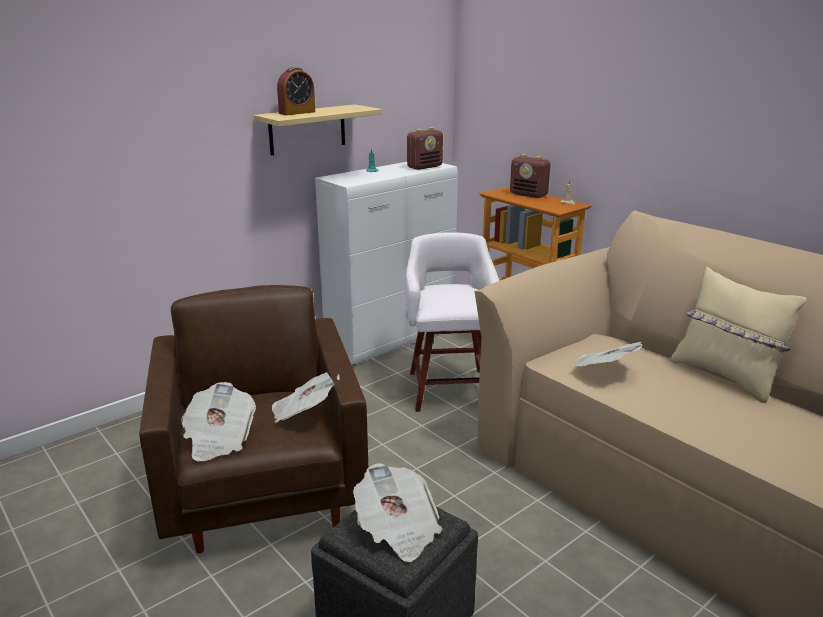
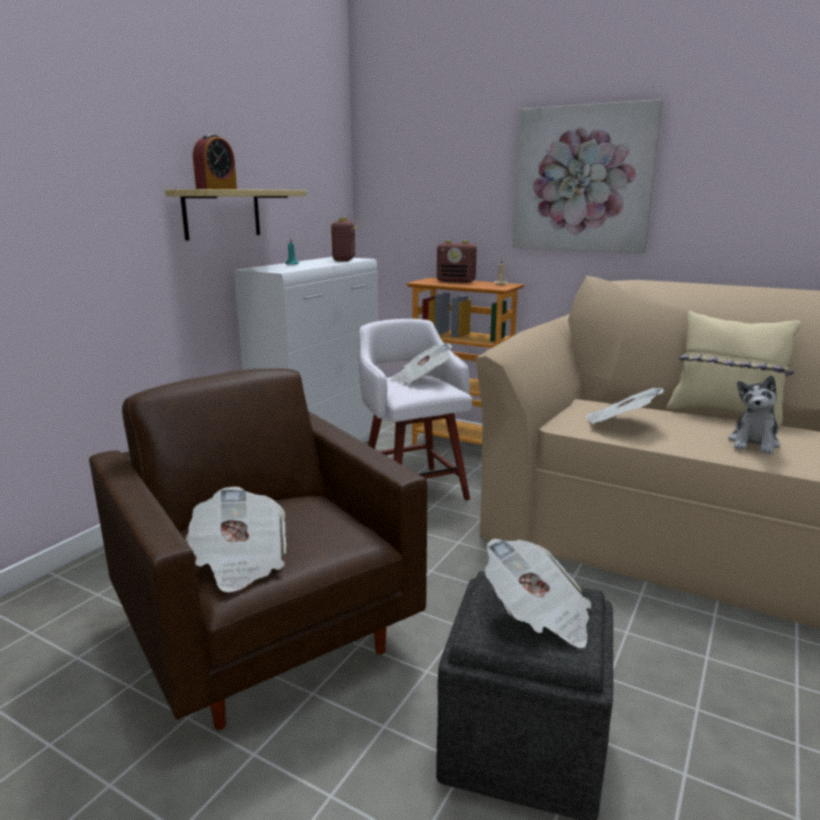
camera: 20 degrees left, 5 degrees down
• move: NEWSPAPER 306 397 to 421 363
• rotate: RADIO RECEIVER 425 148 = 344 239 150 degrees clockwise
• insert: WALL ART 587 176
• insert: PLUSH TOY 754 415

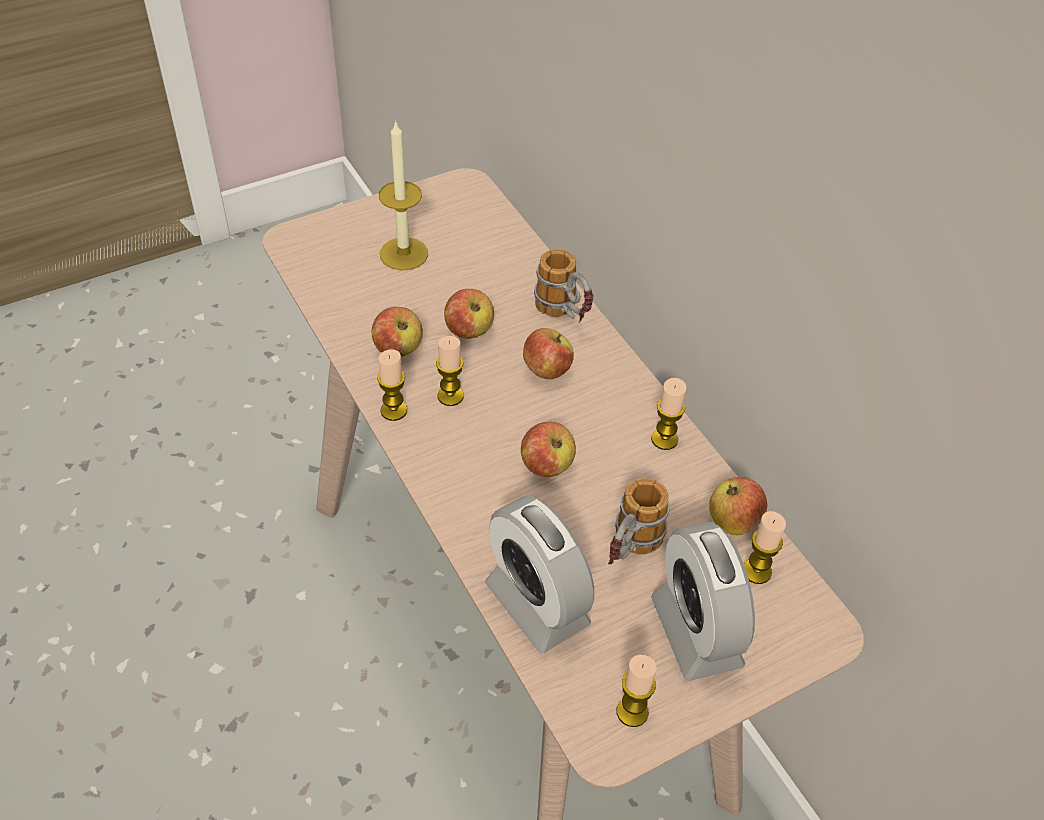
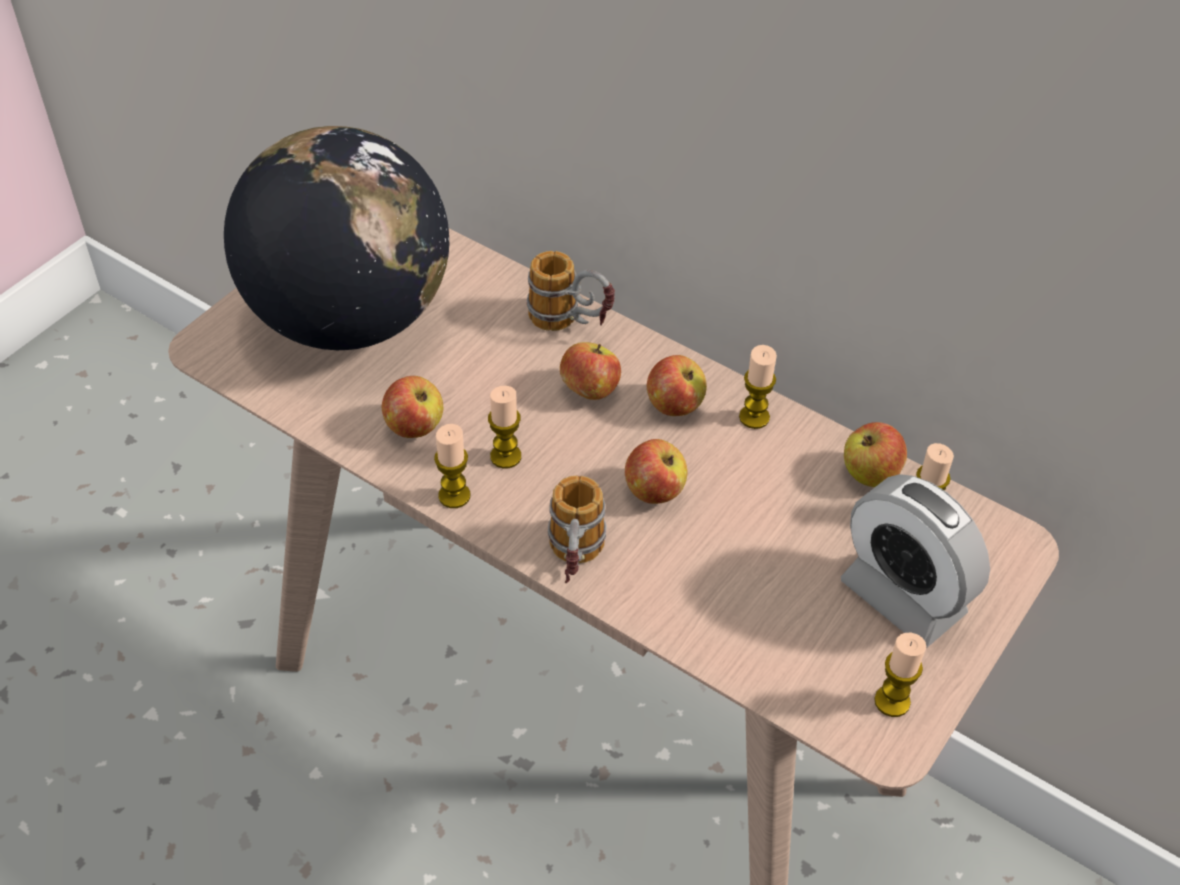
camera: 25 degrees left, 0 degrees up
• replace: WAX LIGHT 403 195 to DESK GLOBE 336 238
• move: WHOLE APPLE 469 314 to 677 385
• delete: TABLE CLOCK 539 574
• move: COFFEE MUG 639 521 to 577 529

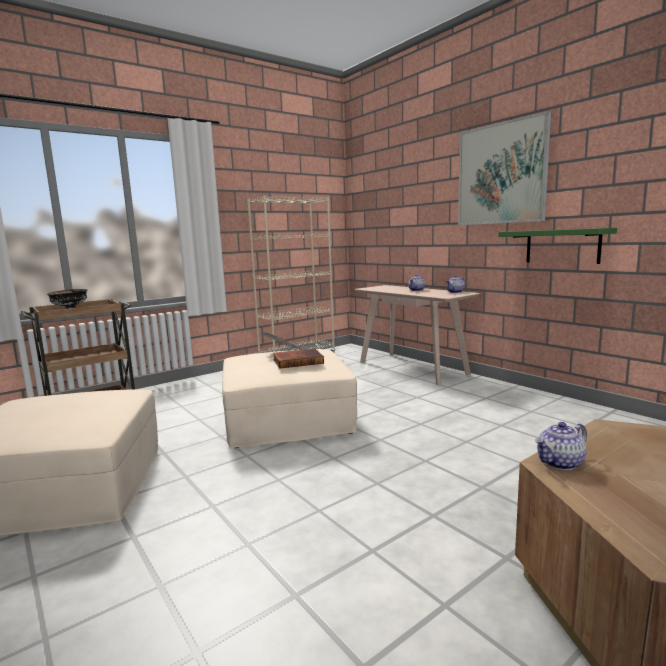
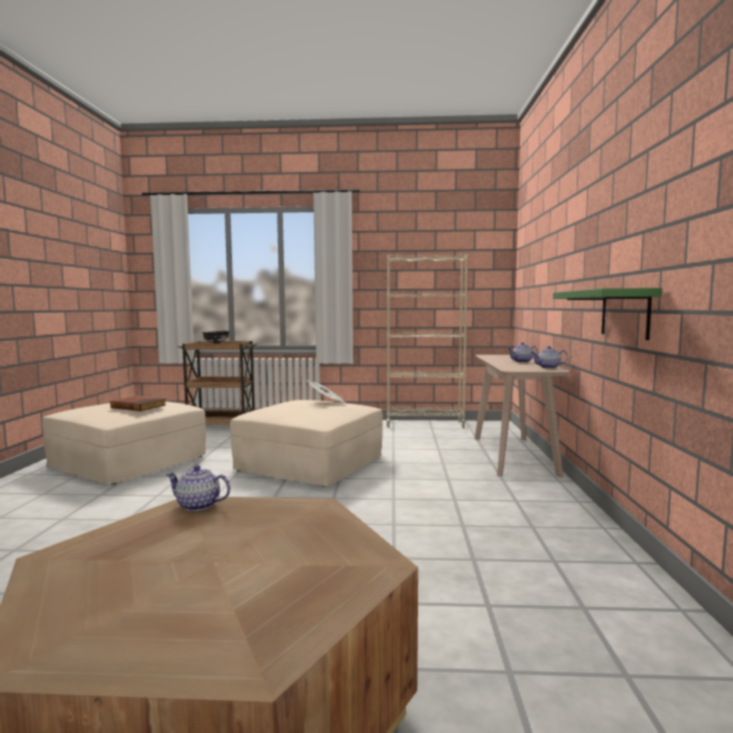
camera: 40 degrees right, 5 degrees down
• move: VOLUME 298 358 to 137 403
• delete: WALL ART 504 168

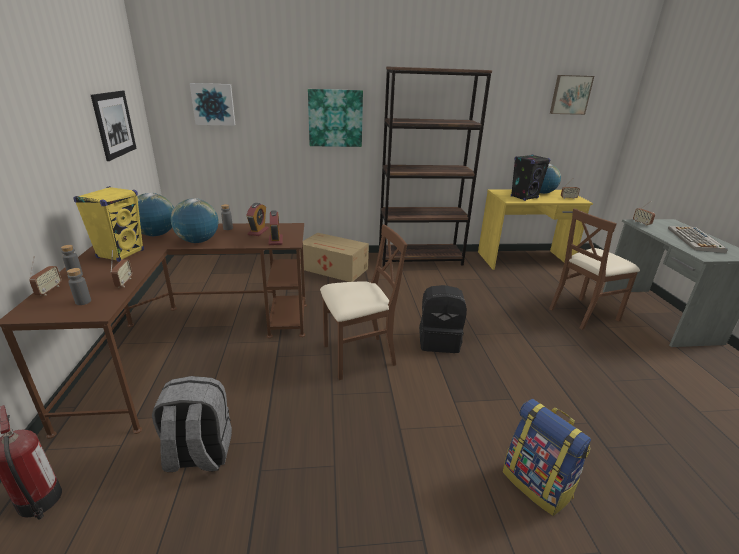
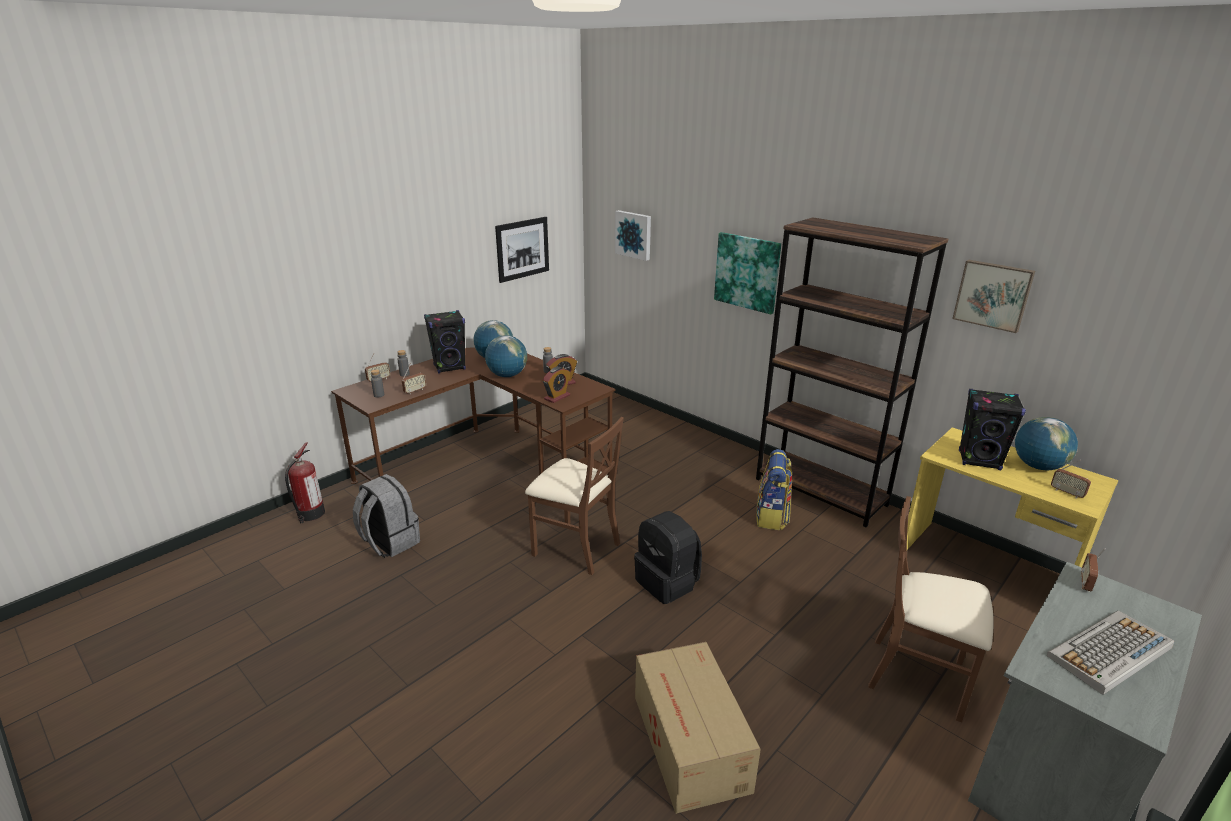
camera: 50 degrees right, 0 degrees up
• recolor: YELLOW SPEAKER 108 224 to BLACKISH SPEAKER 445 341
• move: CARTON 334 257 to 698 728
• move: KNAPSACK 547 457 to 774 489
• move: WALL ART 572 95 to 993 296

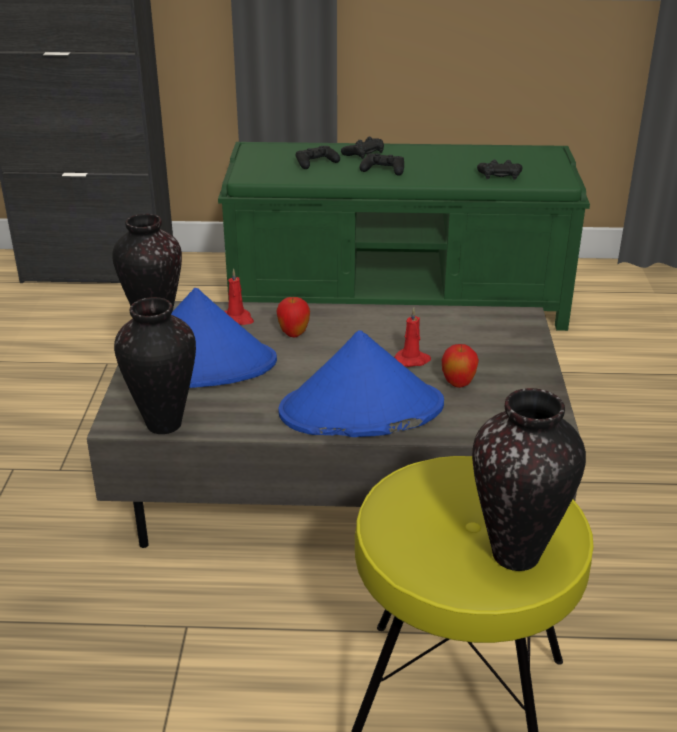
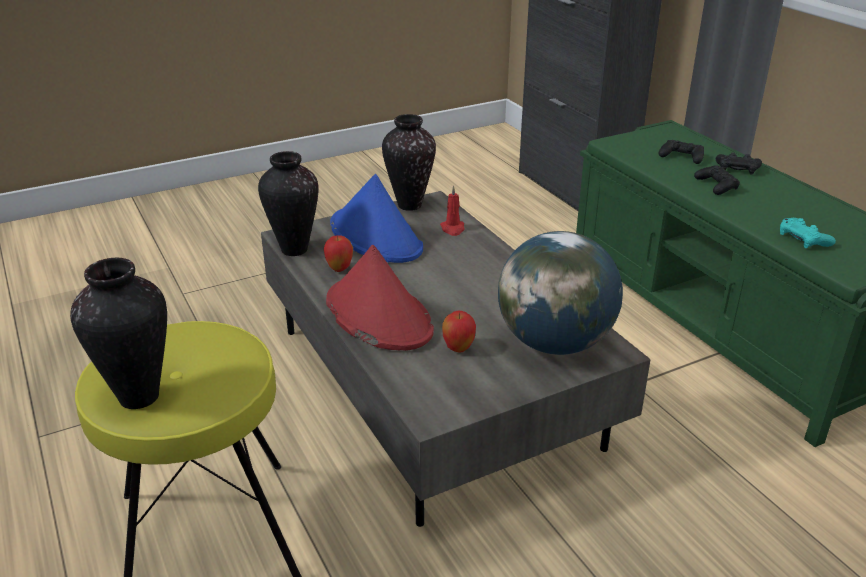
camera: 60 degrees right, 0 degrees up
• move: WHOLE APPLE 293 317 to 338 253
• recolor: BLUE-COLOURED HAT 361 383 to RED HAT 380 298
• delete: RED WAX LIGHT 412 337
• recolor: BLACKISH GAMEPAD 500 170 to BLUE-GREEN GAMEPAD 808 233
• insert: DESK GLOBE 560 293

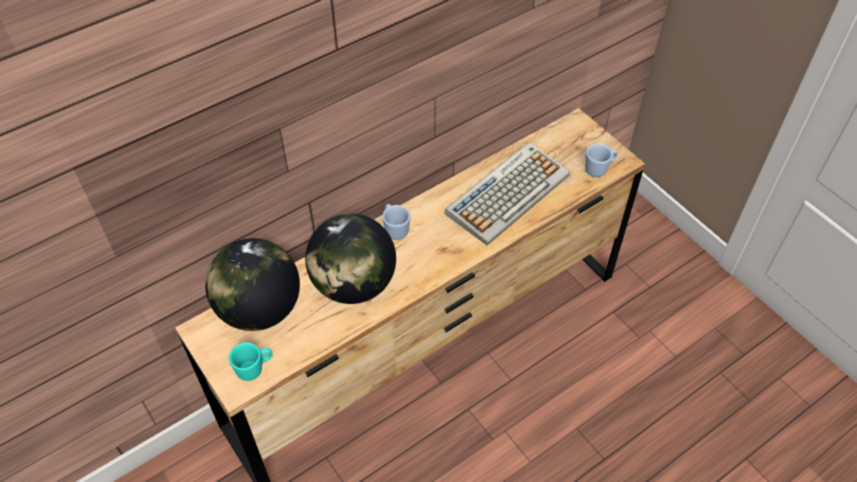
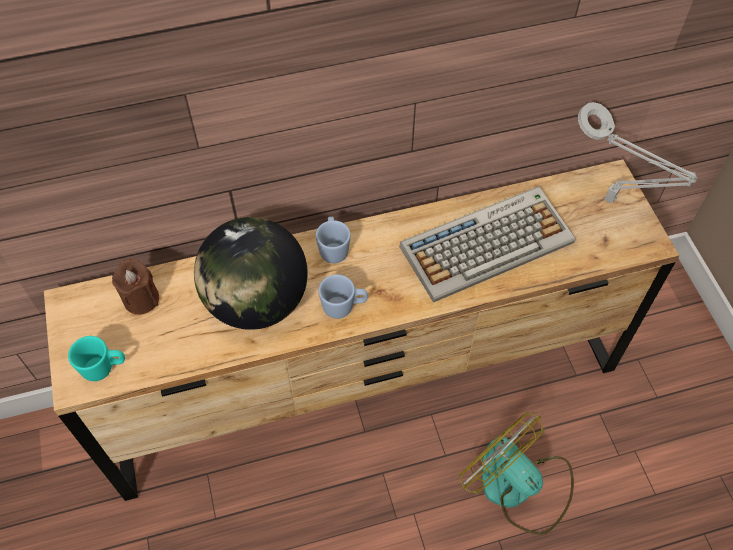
camera: 20 degrees right, 5 degrees up
• replace: DESK GLOBE 252 284 to BROWNISH WAX LIGHT 135 287
• move: BLUE-COLOURED COFFEE MUG 601 160 to 343 297
• insert: FAN 516 473
• insert: GREY TABLETOP LAMP 638 153

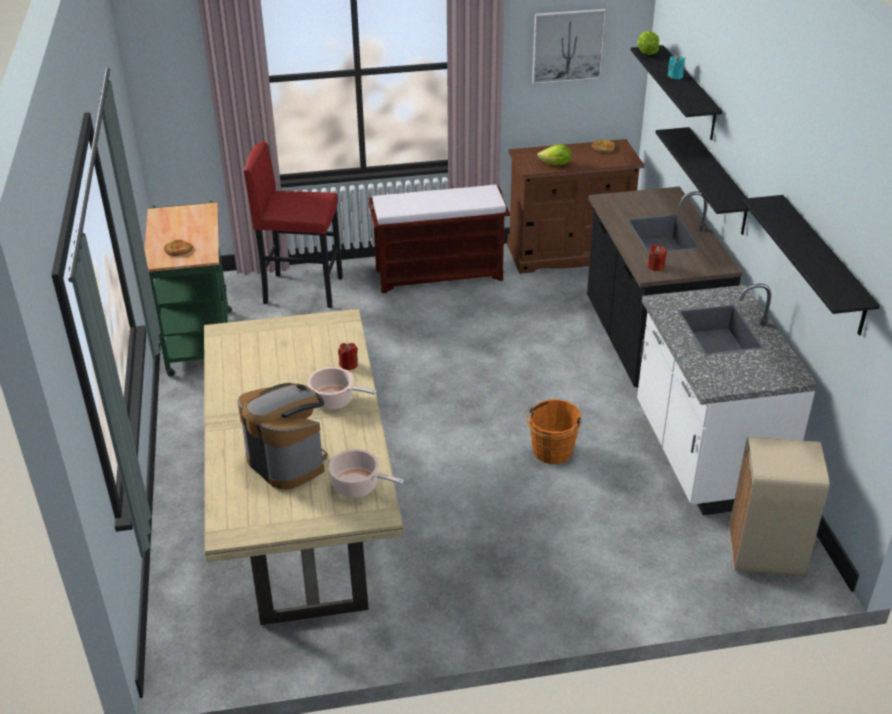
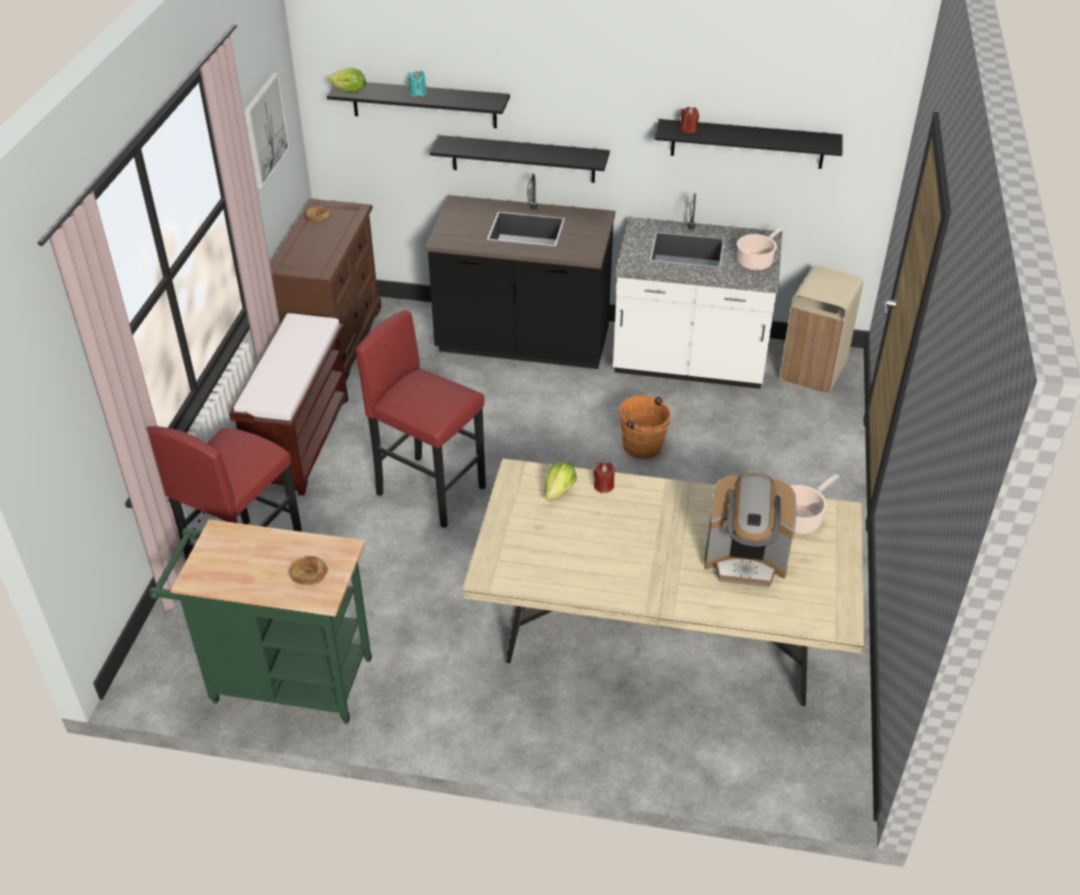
camera: 70 degrees left, 5 degrees up
• rotate: COFFEE BREWER 283 436 = 751 529 150 degrees counterclockwise
• move: SAUCEPOT 342 388 to 761 248
• move: LETTUCE HEAD 554 155 to 561 480
• move: RED WAX LIGHT 657 257 to 689 120
• insert: RED STOOL 421 419

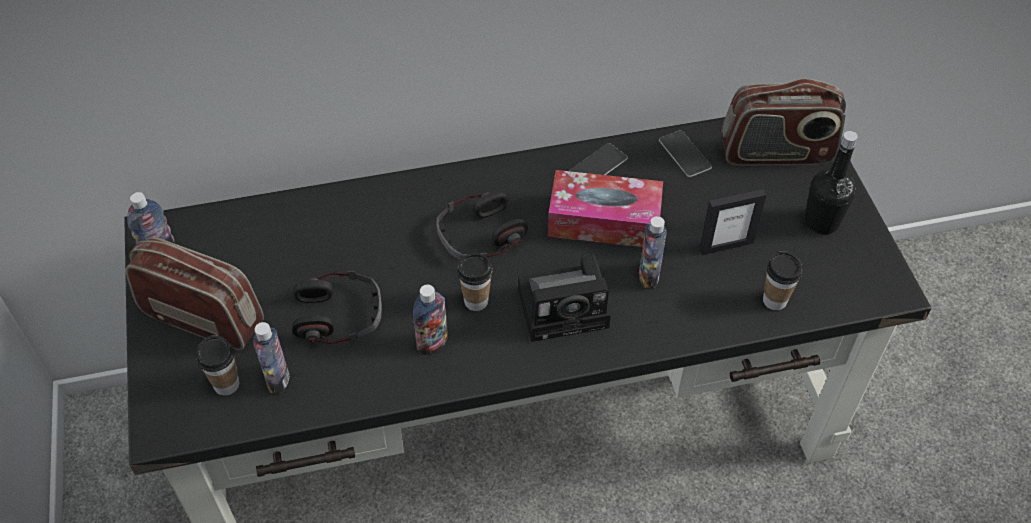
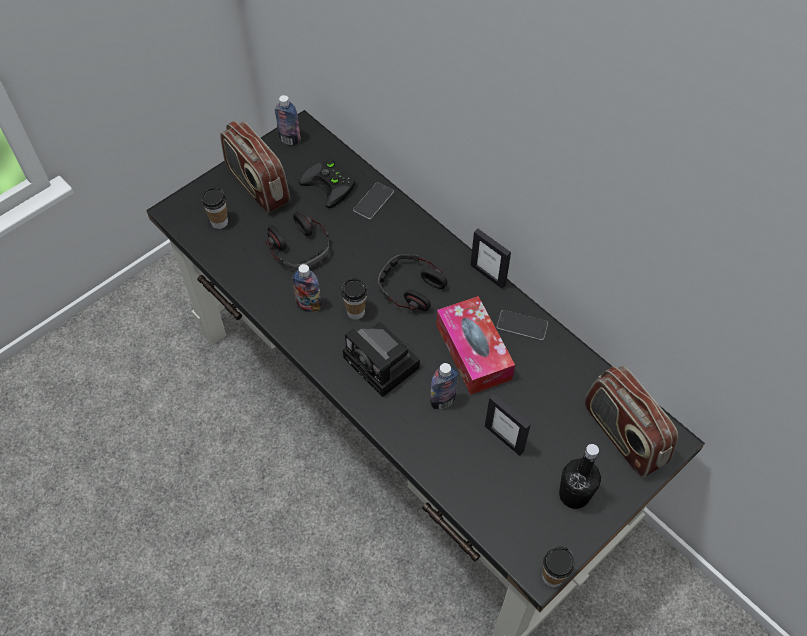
camera: 60 degrees right, 5 degrees up
• rotate: RADIO RECEIVER 194 293 = 255 167 150 degrees clockwise
• delete: BOTTLE 271 358
• move: PHONE 685 153 to 373 200
• move: CUP 783 280 to 558 566
• insert: BLACKISH GAMEPAD 327 183
• insert: STANDING FRAME 490 259

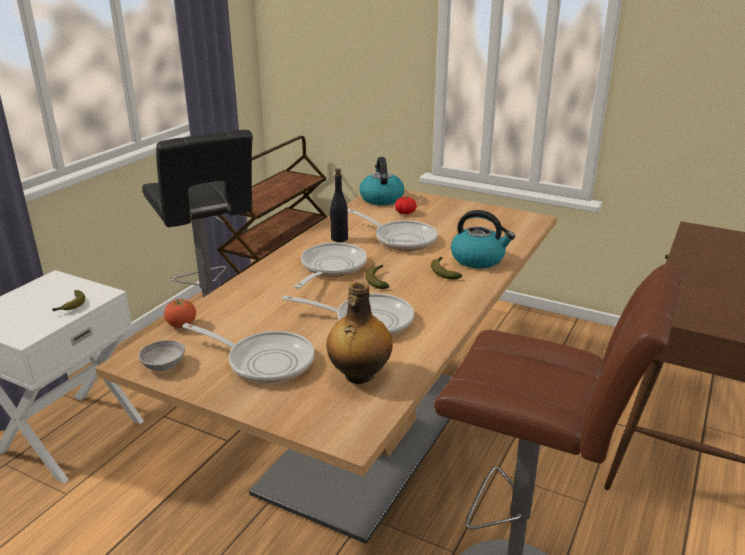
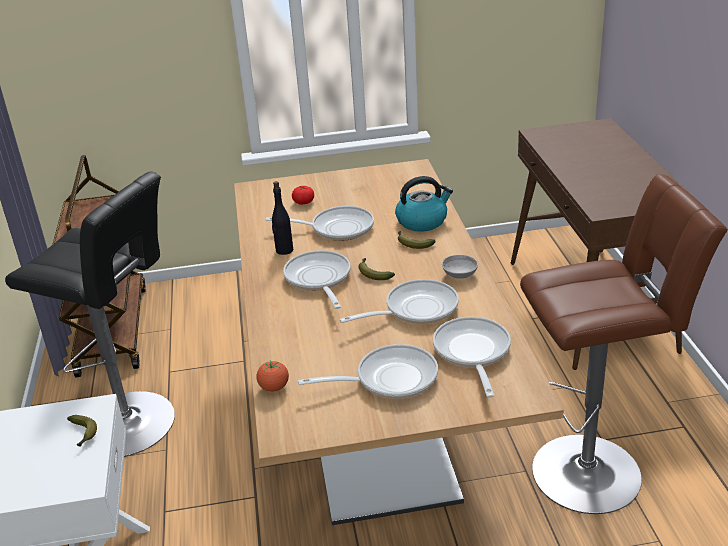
camera: 35 degrees left, 5 degrees up
• move: GREY DEEP DISH 161 355 to 460 267
• replace: BOTTLE 359 333 to SKILLET 472 357
• delete: KETTLE 381 181

